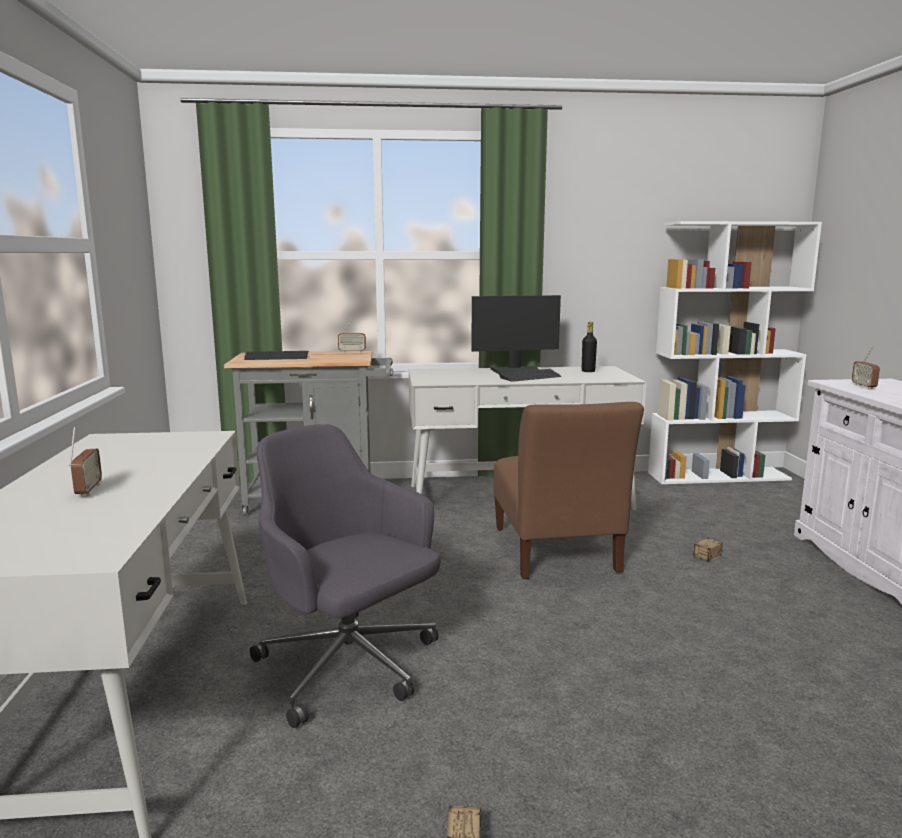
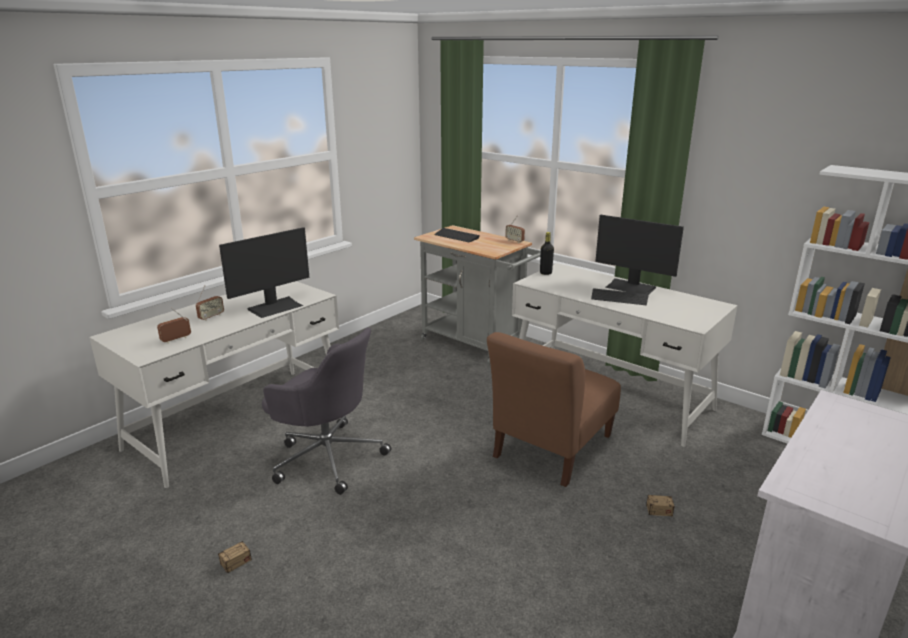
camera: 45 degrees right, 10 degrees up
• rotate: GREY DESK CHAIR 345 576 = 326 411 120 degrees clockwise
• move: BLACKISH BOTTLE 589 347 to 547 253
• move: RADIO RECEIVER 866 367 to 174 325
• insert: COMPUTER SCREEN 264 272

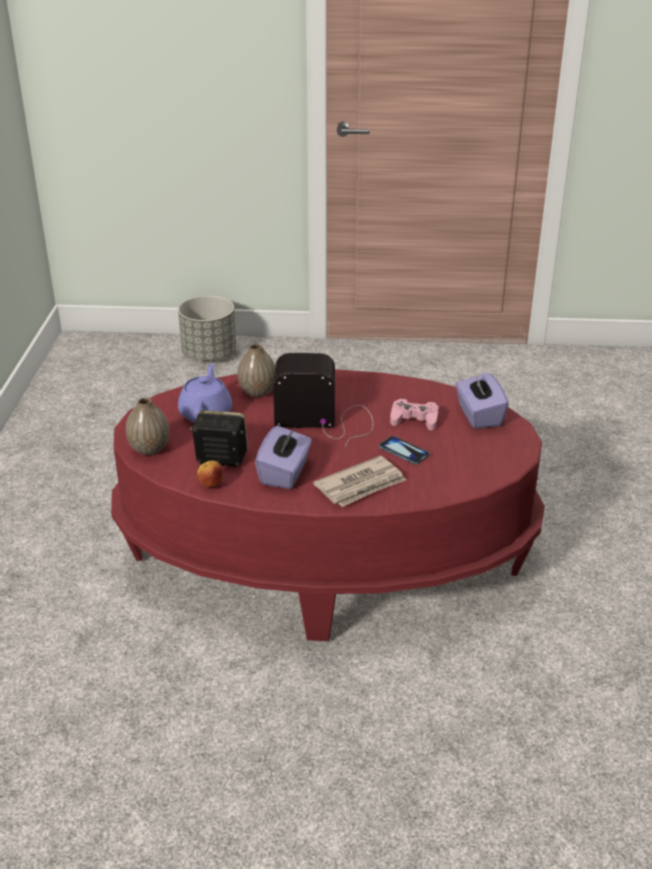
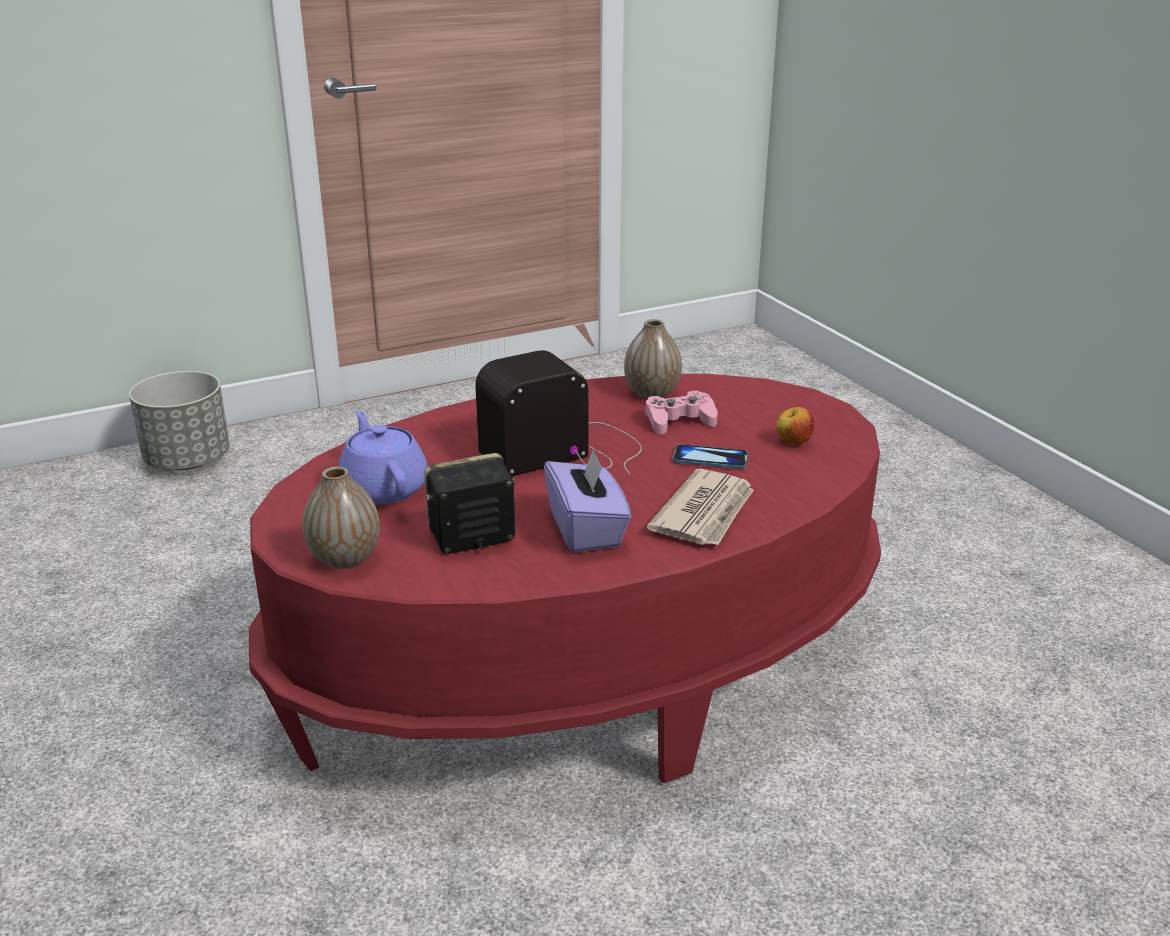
camera: 30 degrees left, 5 degrees down
• move: WHOLE APPLE 210 473 to 795 426
• move: DECORATIVE VASE 256 370 to 653 359
• delete: PURPLISH BOX OF TISSUES 482 400

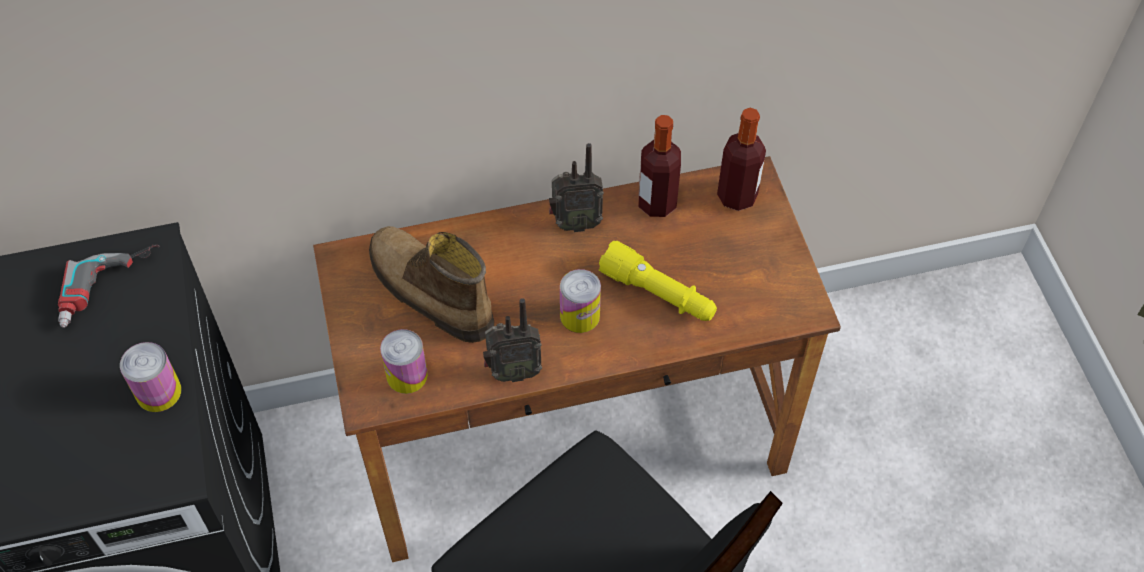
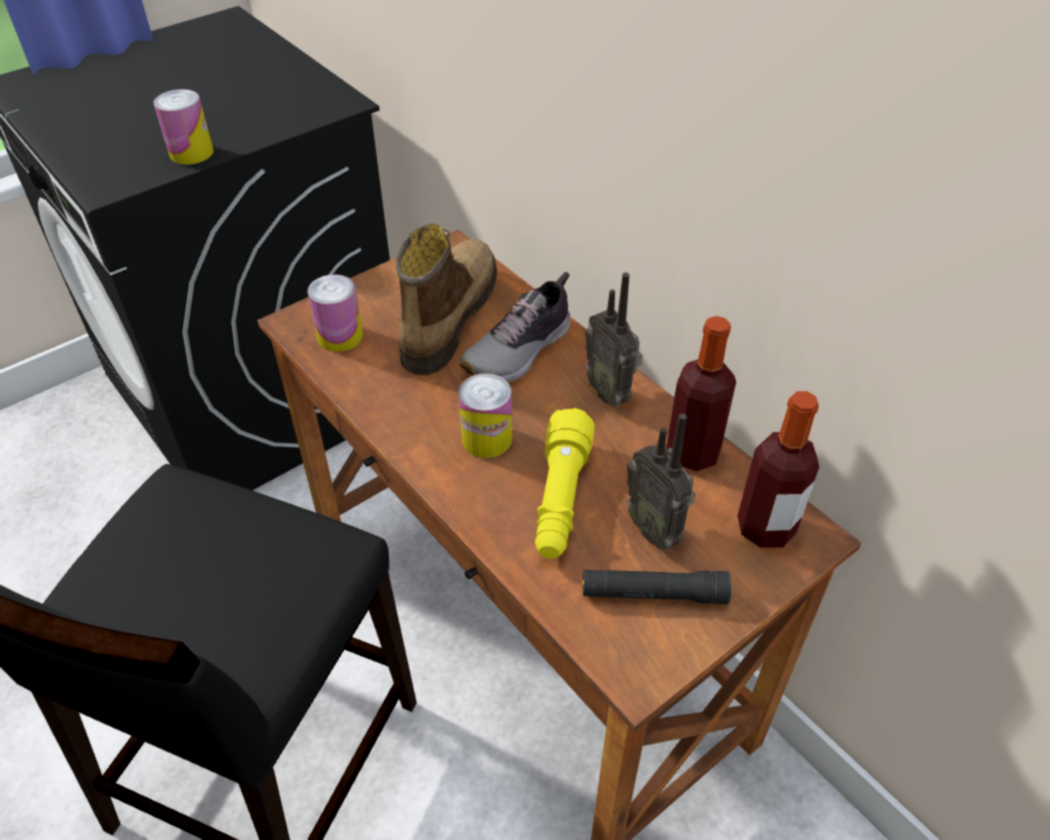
camera: 65 degrees right, 10 degrees down
• delete: DRILL 109 286
• move: RADIO RECEIVER 512 340 to 660 481
• insert: LOW SHOE 515 327
• insert: BLACKISH HAND TORCH 656 587

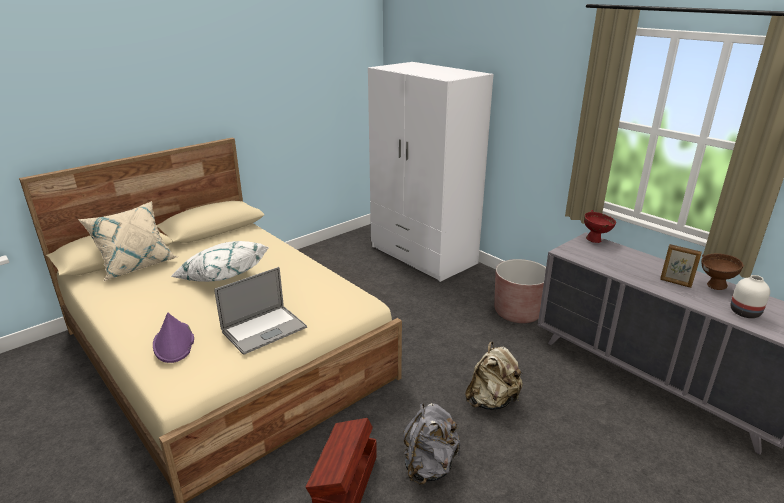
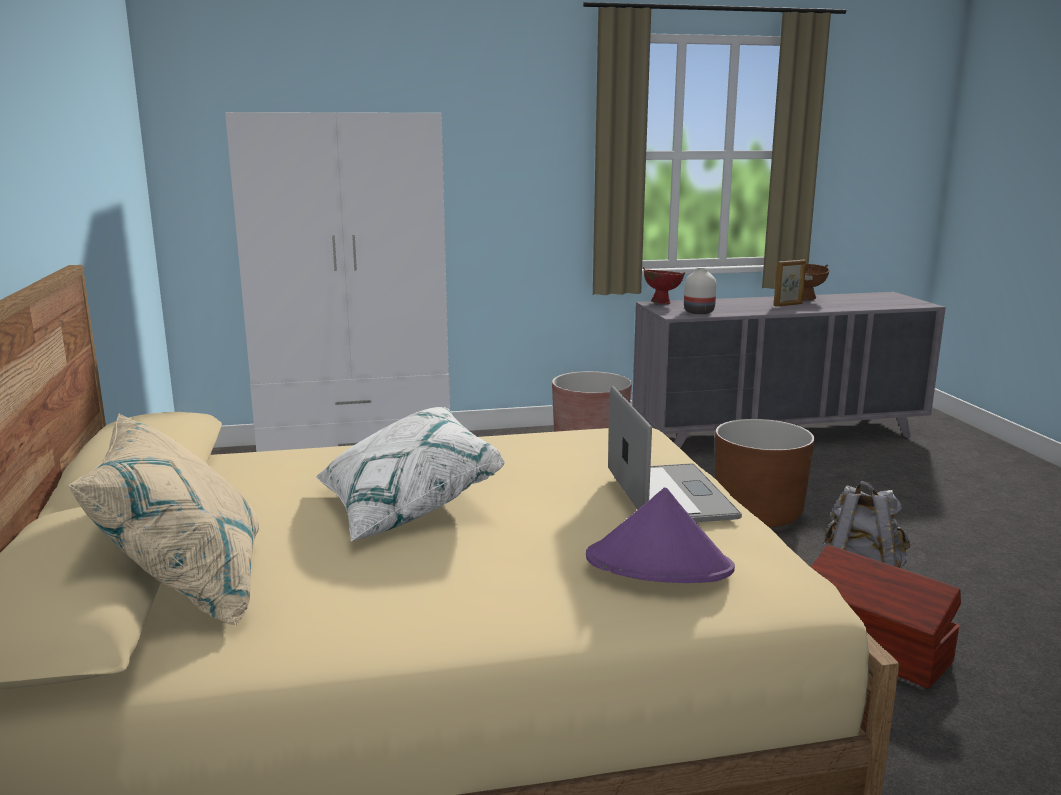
camera: 60 degrees left, 10 degrees down
• replace: SAND-COLOURED KNAPSACK 494 376 to BROWNISH PLANTER 765 473
• move: WHITE DECORATIVE VASE 750 296 to 700 291

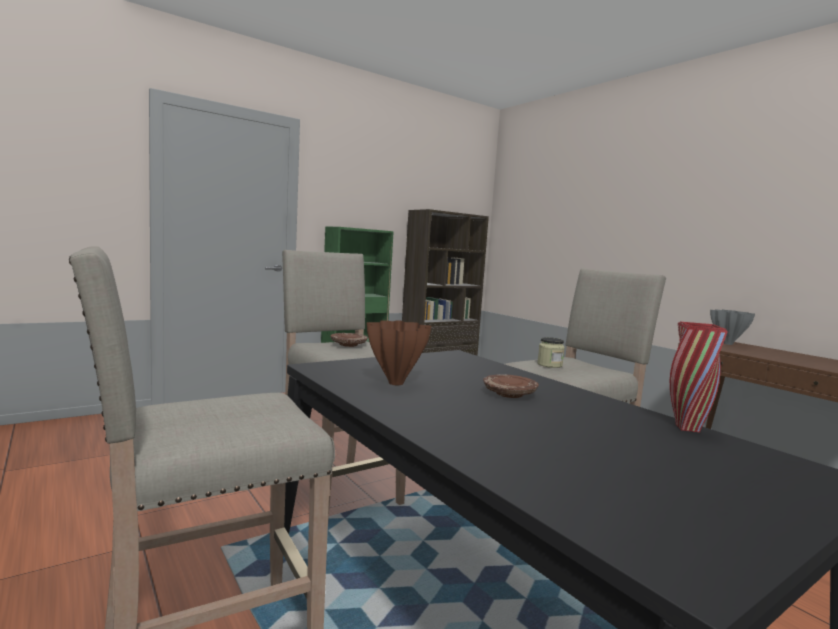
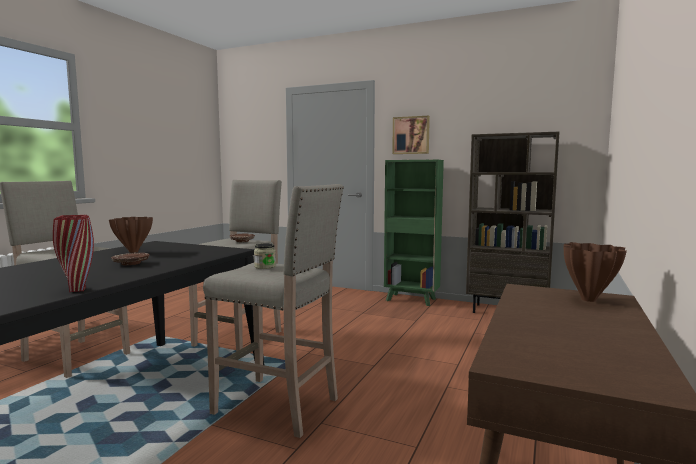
camera: 60 degrees right, 0 degrees up
• recolor: GREY DECORATIVE VASE 732 327 to BROWNISH DECORATIVE VASE 595 272
• insert: WALL ART 411 135

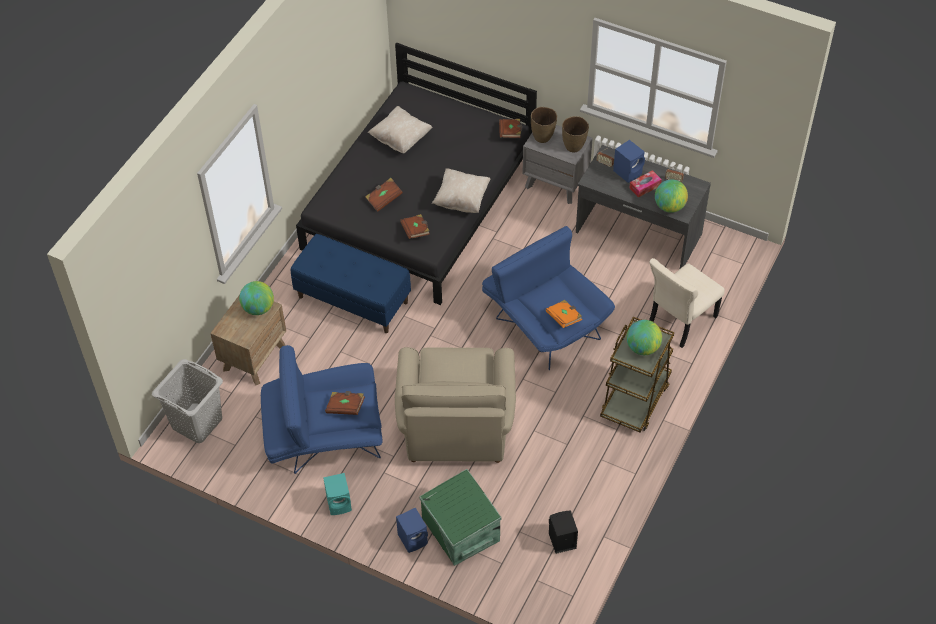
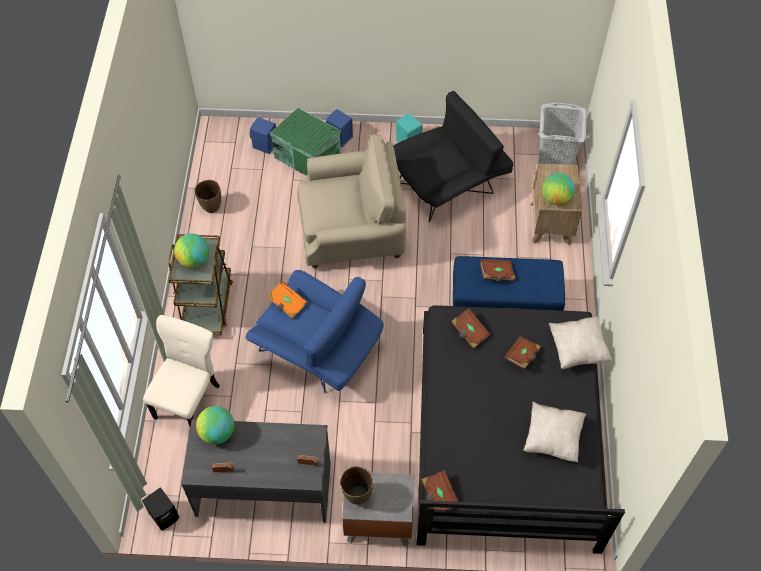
camera: 155 degrees right, 5 degrees up
• recolor: BLUE-COLOURED ARMCHAIR 322 409 to BLACKISH ARMCHAIR 453 156
• move: BROWNISH VOLUME 345 403 to 498 270
• rotate: SAND-COLOURED ARMCHAIR 455 405 = 351 201 105 degrees clockwise
• move: SAND-COLOURED PILLOW 461 190 to 580 342
• move: BROWNISH DECORATIVE VASE 544 125 to 207 196
• move: BLACKISH SPEAKER 563 532 to 161 509
• move: BLUE-COLOURED SPEAKER 629 161 to 262 135
• delete: BOX OF TISSUES 646 184

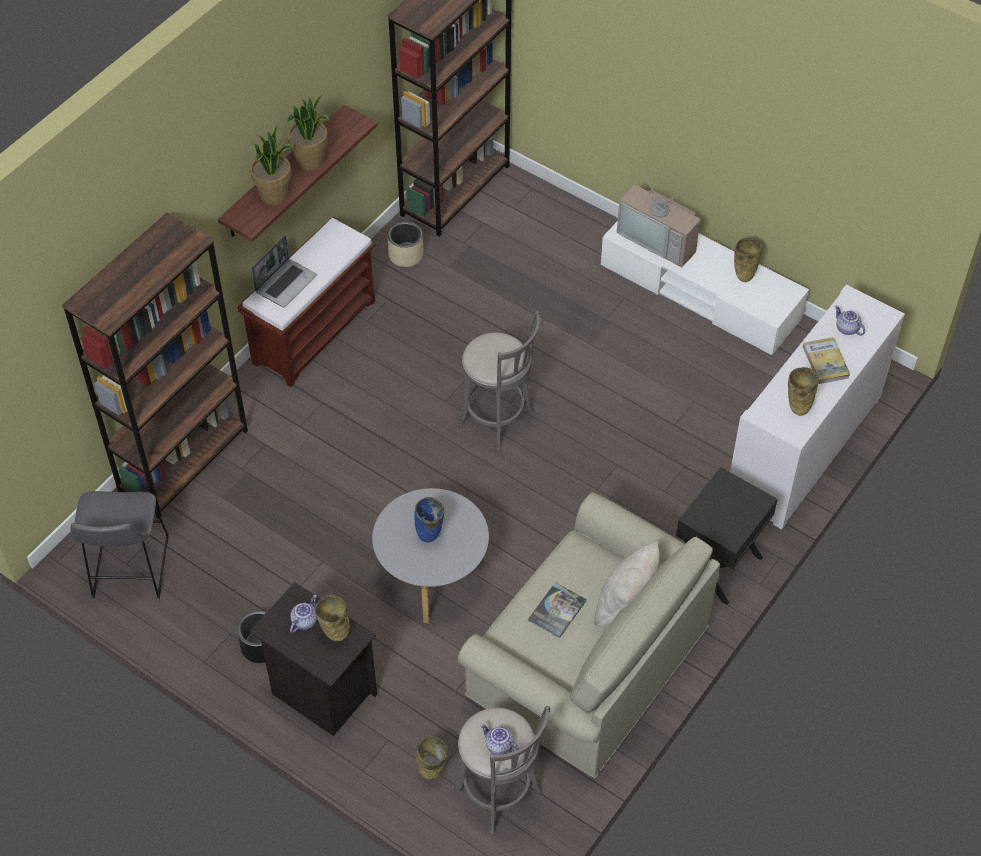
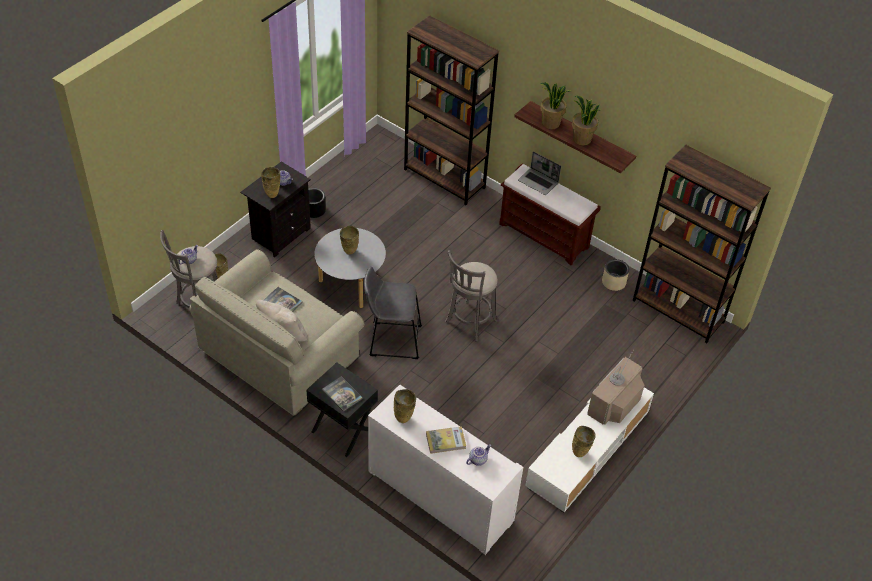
camera: 90 degrees right, 5 degrees down
• move: GREY STOOL 119 545 to 393 312
• recolor: BLUE-COLOURED DECORATIVE VASE 429 519 to SAND-COLOURED DECORATIVE VASE 349 240
• insert: VOLUME 342 394

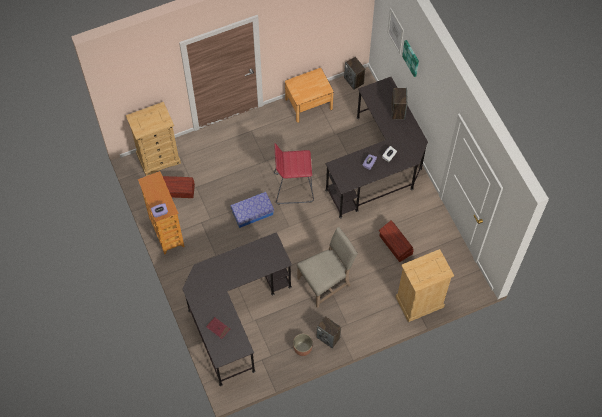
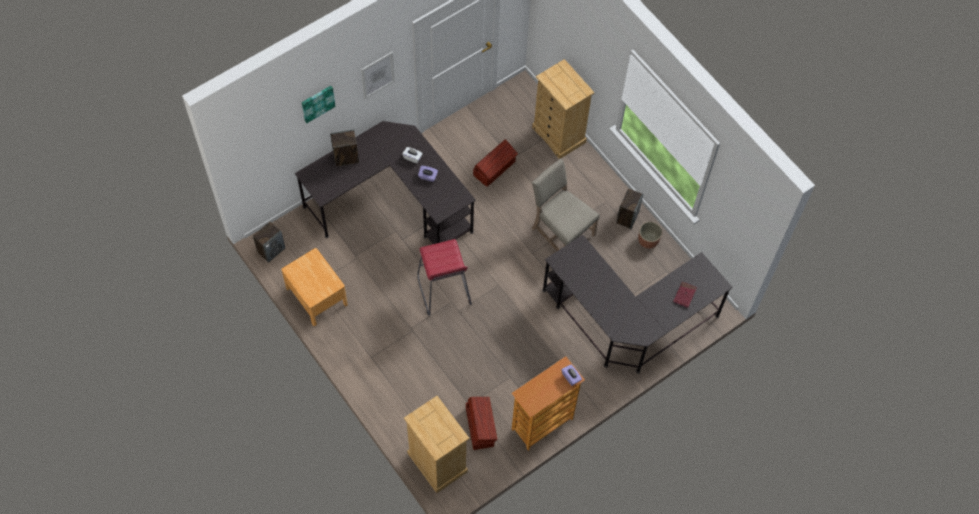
camera: 105 degrees left, 0 degrees up
• delete: STORAGE CONTAINER 252 210
• move: WALL ART 395 31 to 378 75

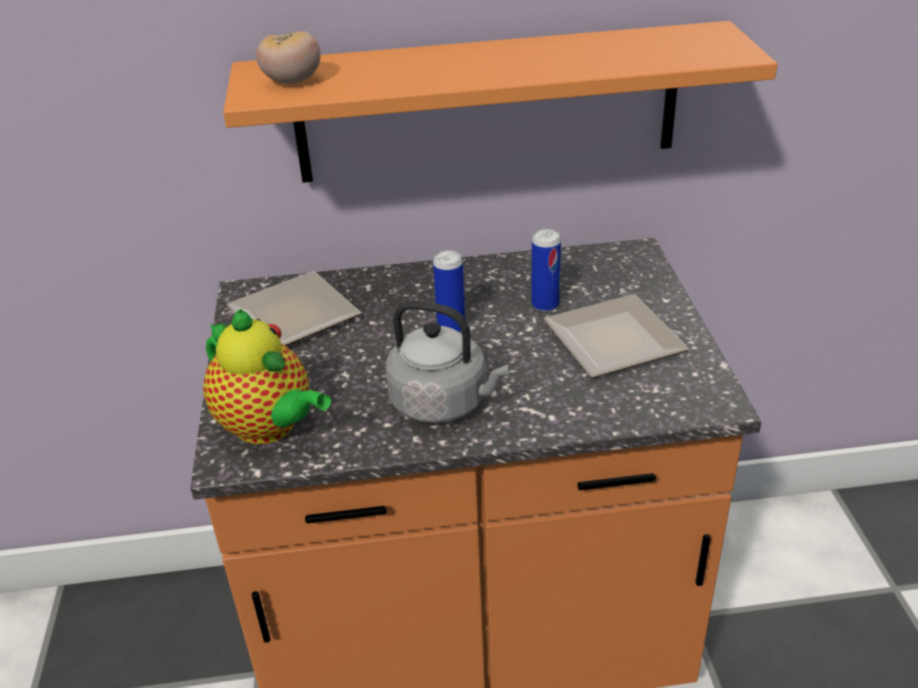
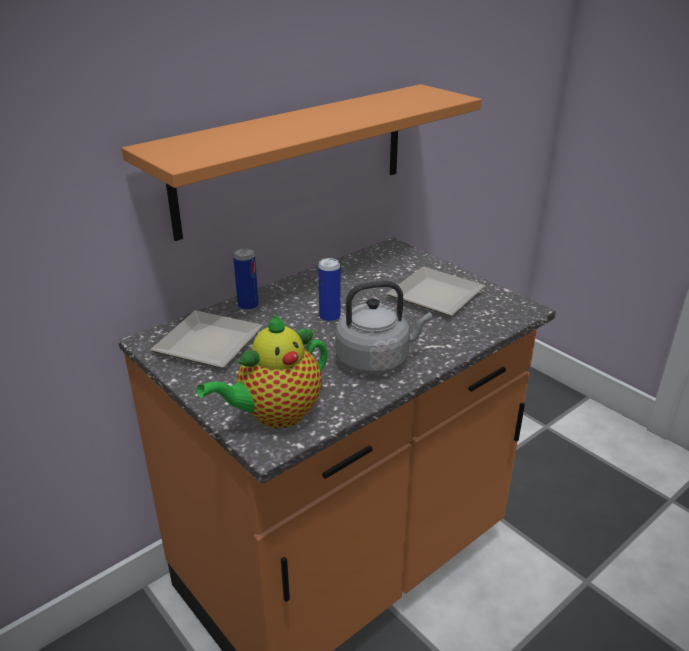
camera: 35 degrees left, 5 degrees down
• rotate: TEAPOT 267 376 = 262 371 135 degrees clockwise
• delete: FRESH TOMATO 288 57
• move: METAL CAN 546 270 to 246 279

